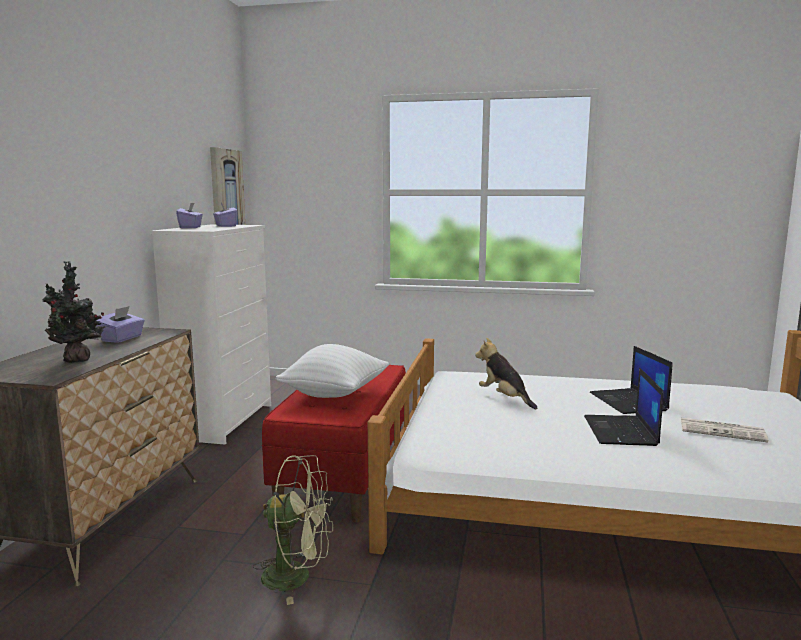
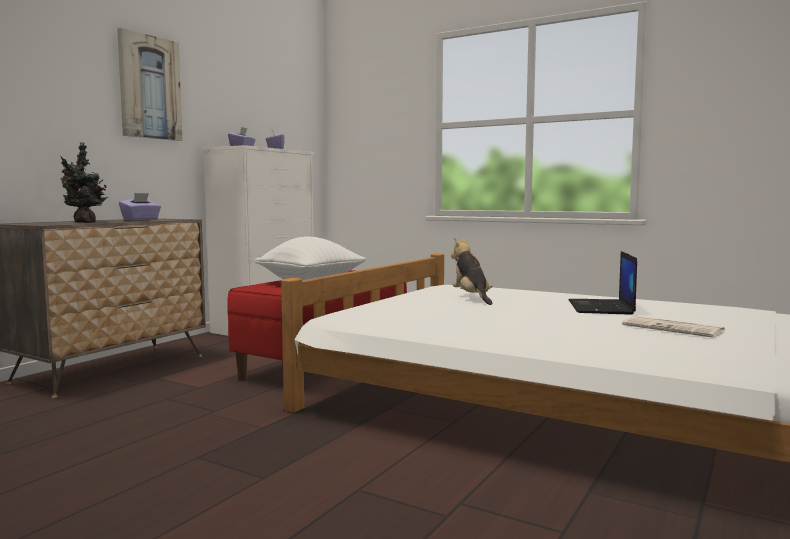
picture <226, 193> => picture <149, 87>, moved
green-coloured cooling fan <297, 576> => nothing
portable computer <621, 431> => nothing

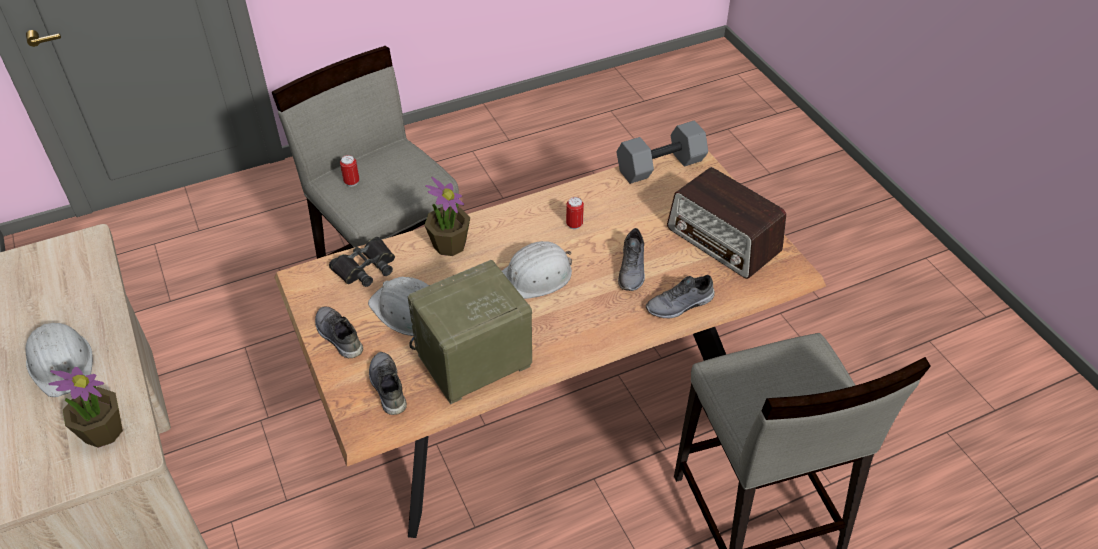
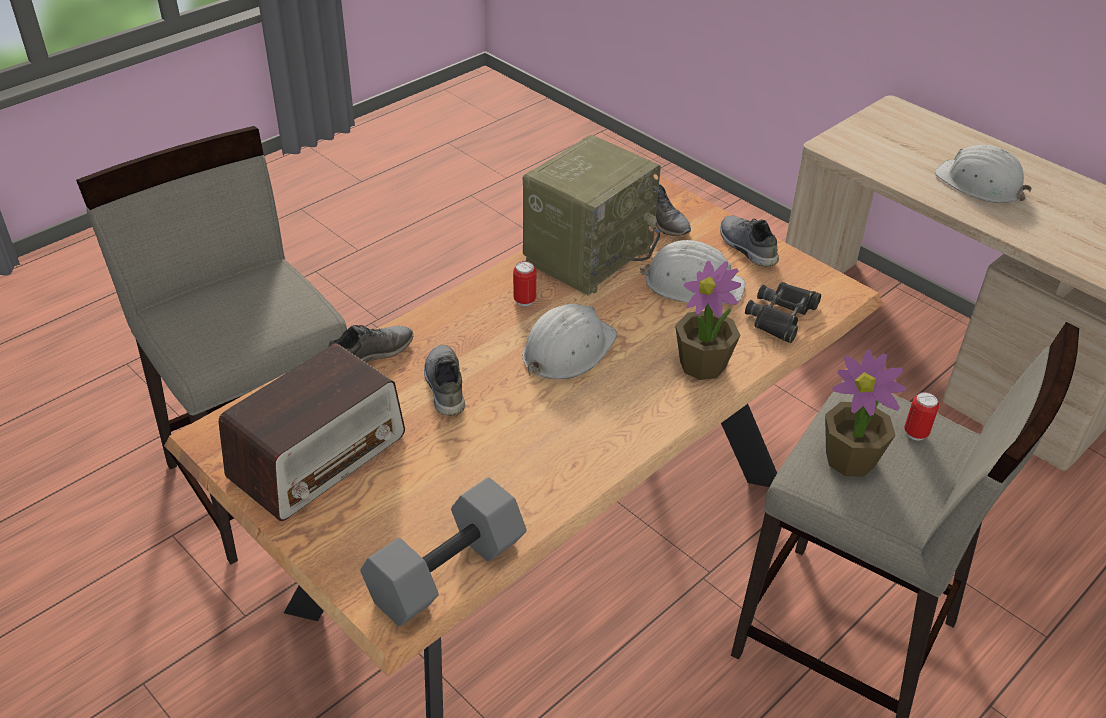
potted plant <102, 431> => potted plant <850, 459>, moved
greyish item of footwear <338, 337> => greyish item of footwear <746, 247>, 150 degrees counterclockwise
can <574, 225> => can <524, 300>, moved
radio receiver <723, 240> => radio receiver <319, 456>, 105 degrees clockwise

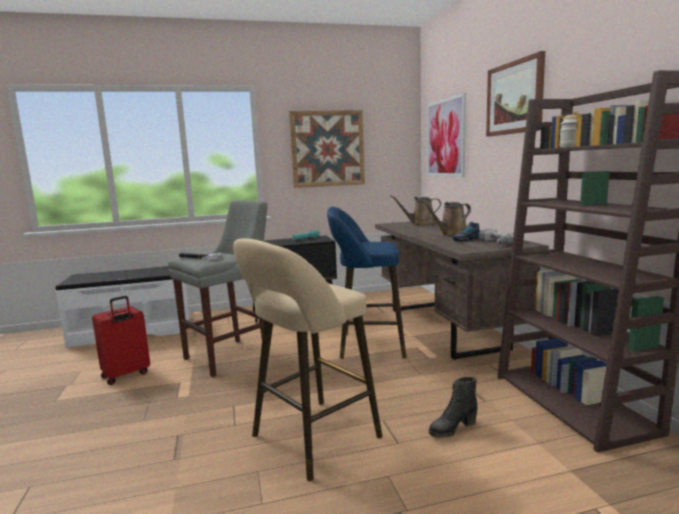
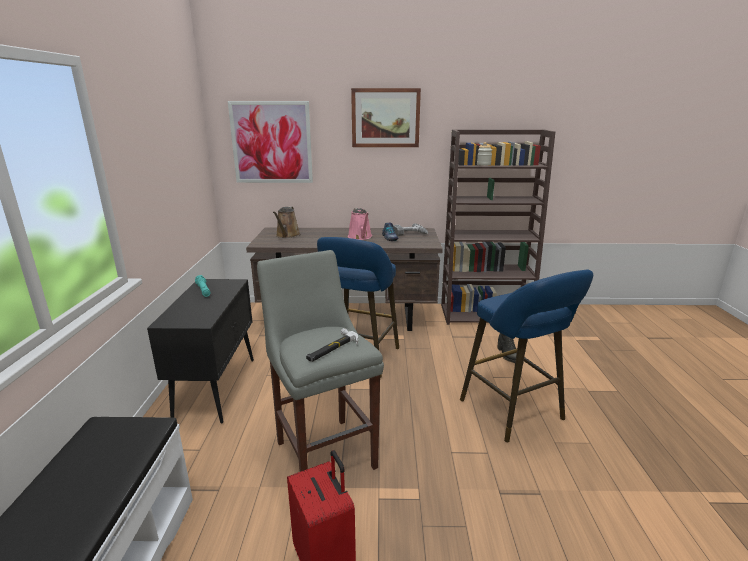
beige-coloured sitting stool <310, 439> => blue sitting stool <515, 412>
picture <327, 149> => nothing
brown watering can <451, 234> => pinkish watering can <360, 237>

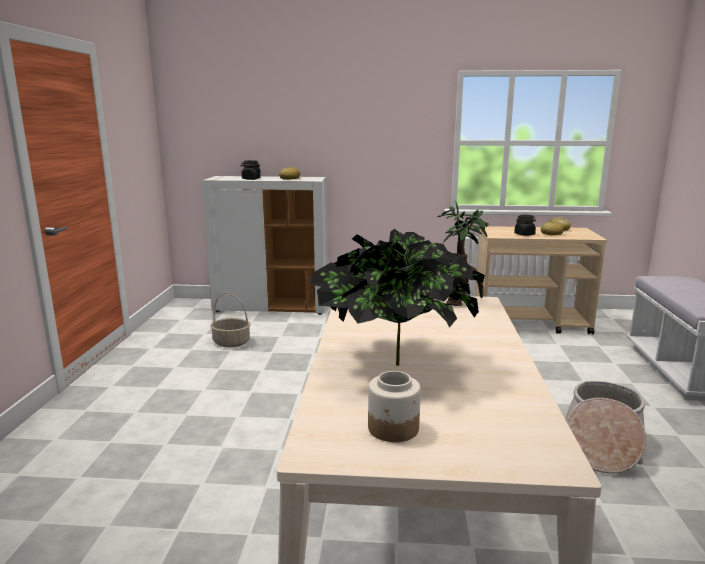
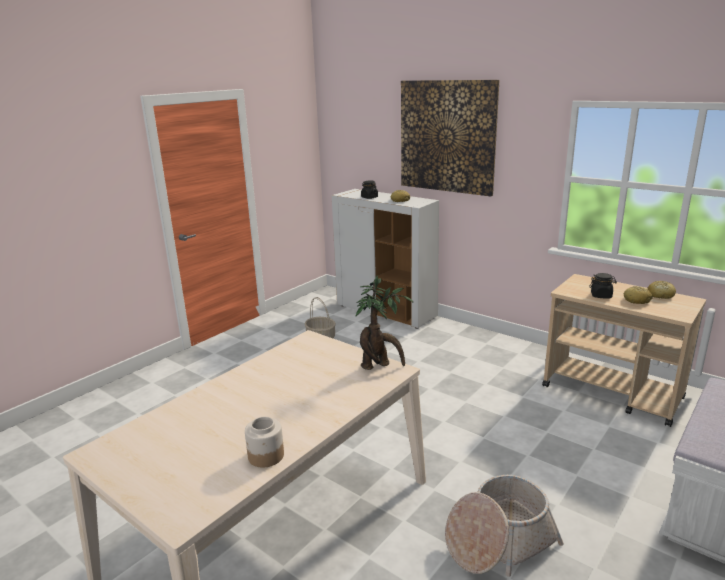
potted plant <393, 364> => nothing
storage jar <393, 428> => storage jar <266, 456>, moved
nothing => picture <447, 136>

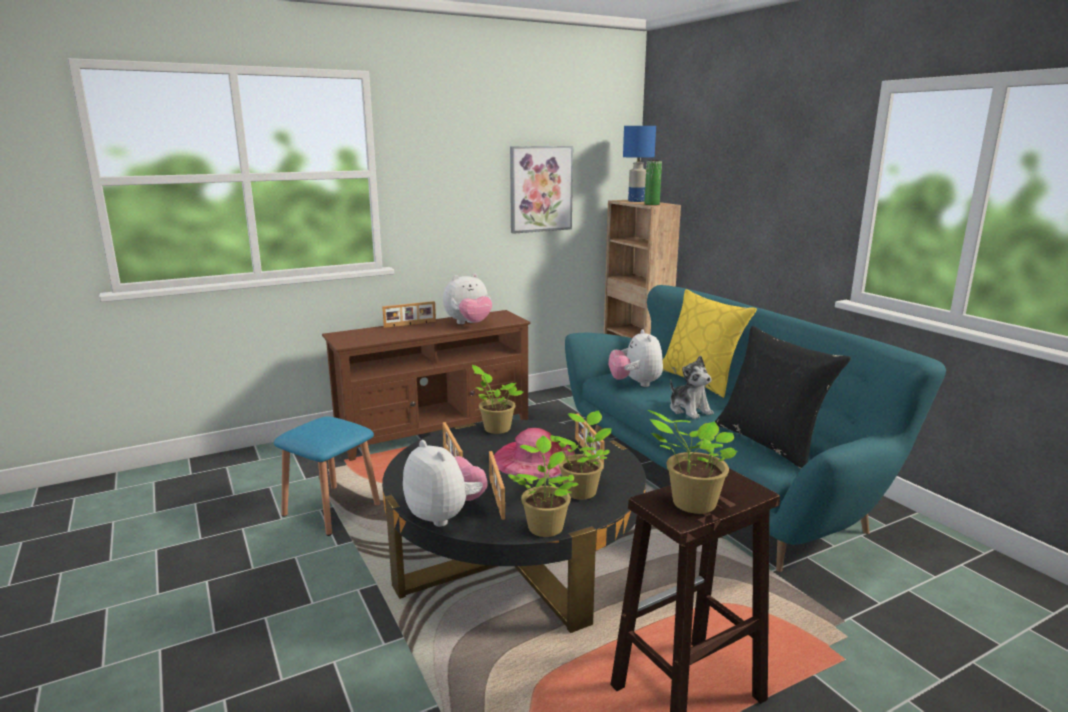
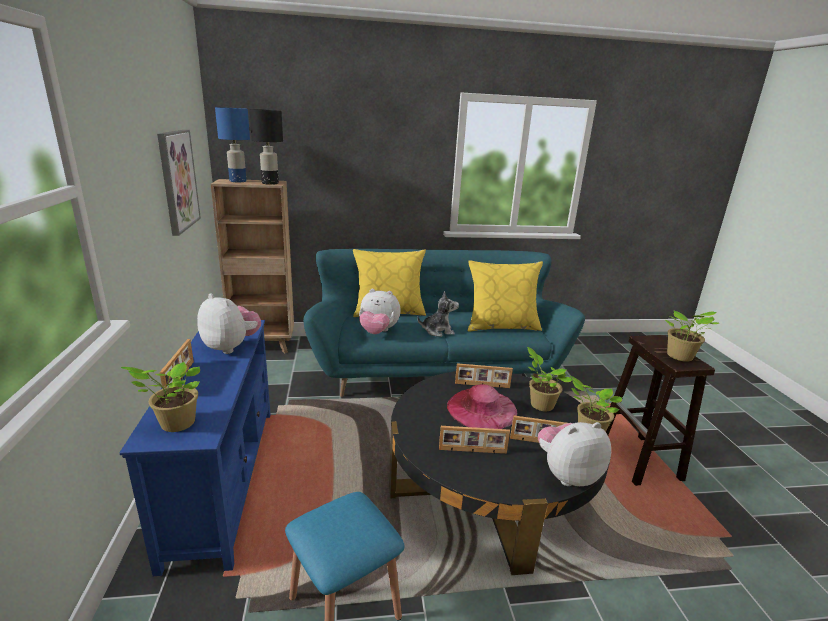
brown tv stand <434, 431> => blue tv stand <223, 479>
plush toy <469, 324> => plush toy <231, 347>, 45 degrees counterclockwise
potted plant <495, 428> => potted plant <175, 424>, moved
green-coloured vase <652, 204> => blackish tabletop lamp <270, 183>
blackish pillow <770, 442> => yellow-coloured pillow <501, 326>

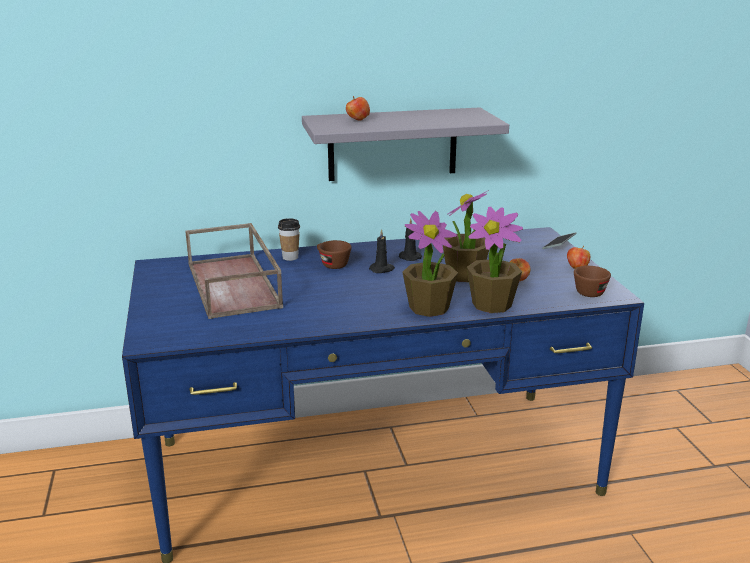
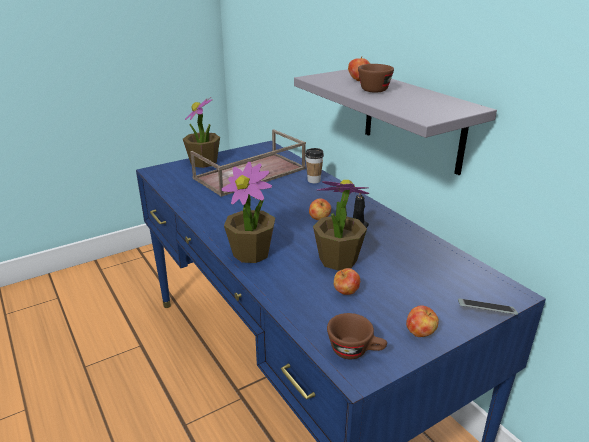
brown small cup <331, 264> => brown small cup <375, 89>, moved
blackish wax light <382, 269> => apple <319, 219>
potted plant <492, 304> => potted plant <203, 162>, moved

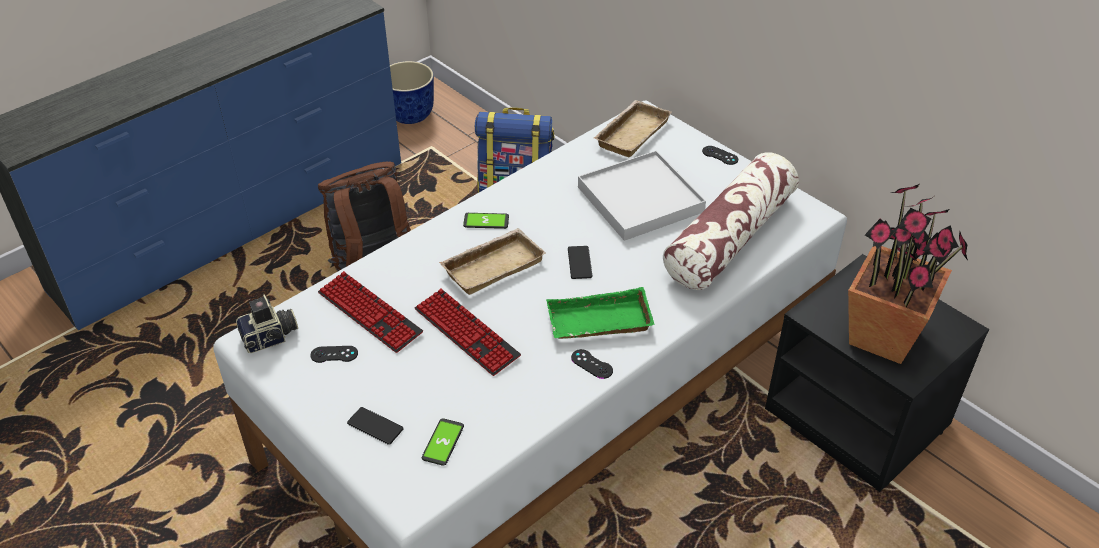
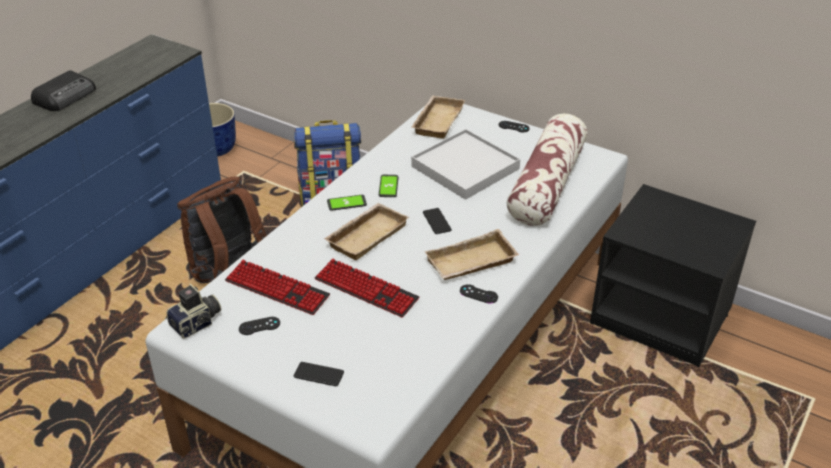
telephone <443, 442> => telephone <388, 186>, moved
green-coloured tray <598, 323> => beige-coloured tray <471, 263>
potted plant <884, 337> => nothing
nothing => radio receiver <66, 96>

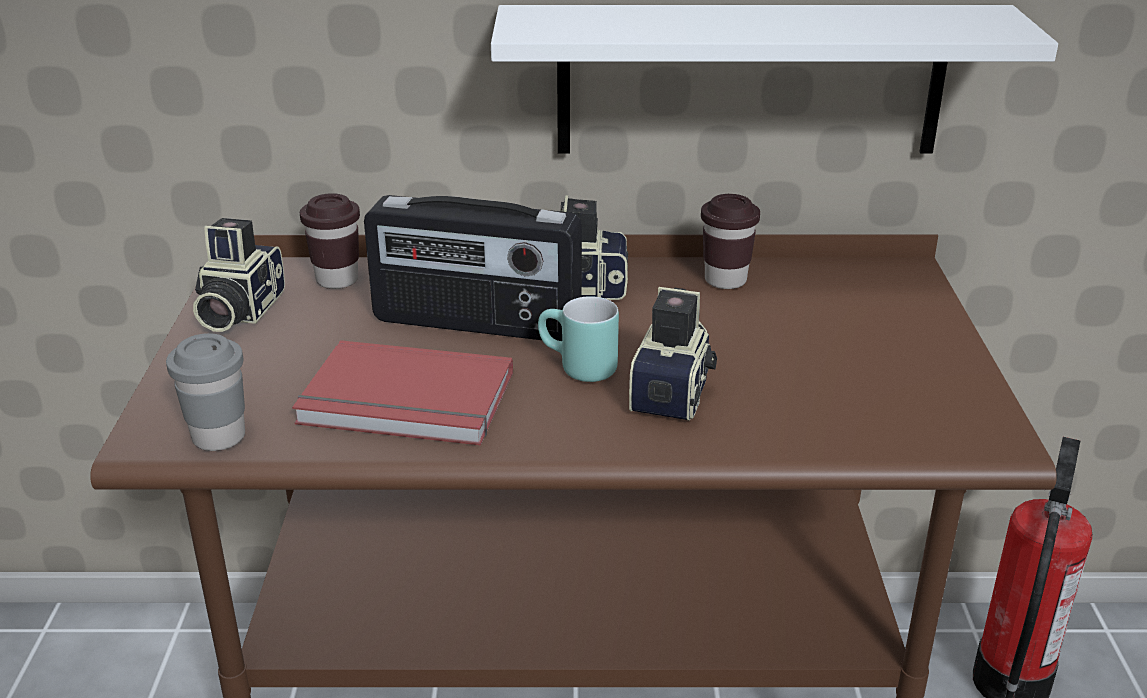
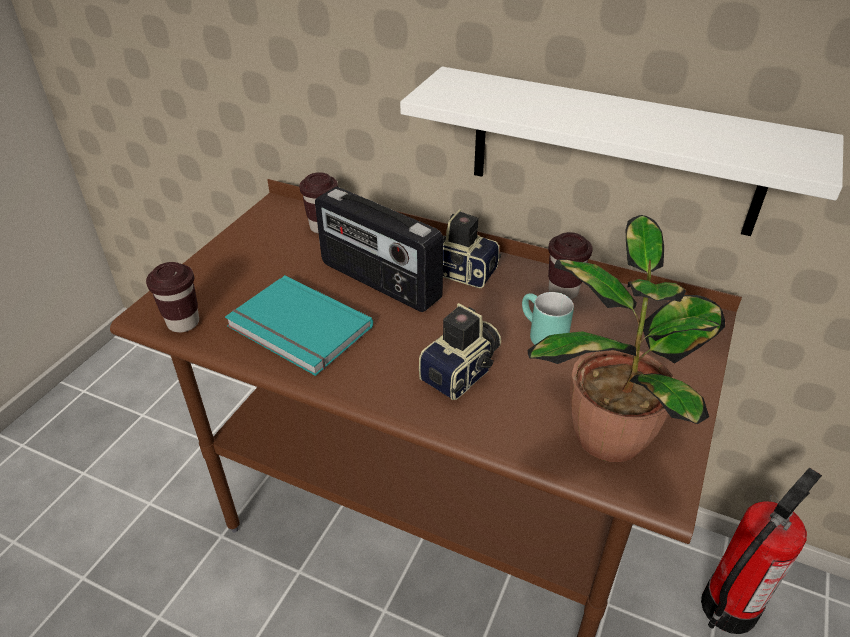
greyish small cup <219, 437> => brown small cup <183, 323>
photo camera <238, 311> => nothing
red-coloured book <406, 402> => blue-green book <297, 329>
blue-green coffee mug <576, 369> => blue-green coffee mug <540, 337>, moved
nothing => potted plant <608, 431>

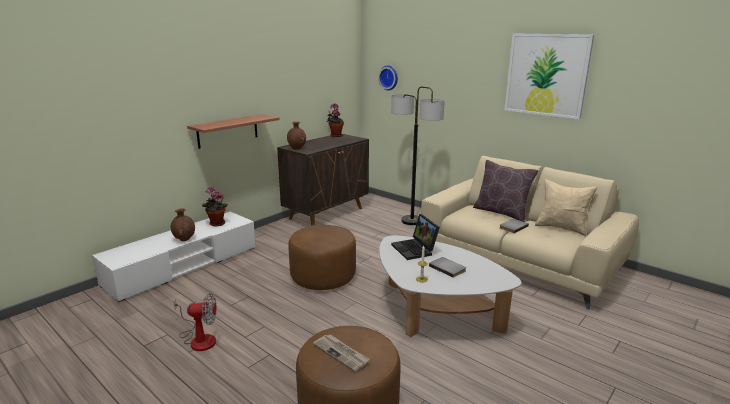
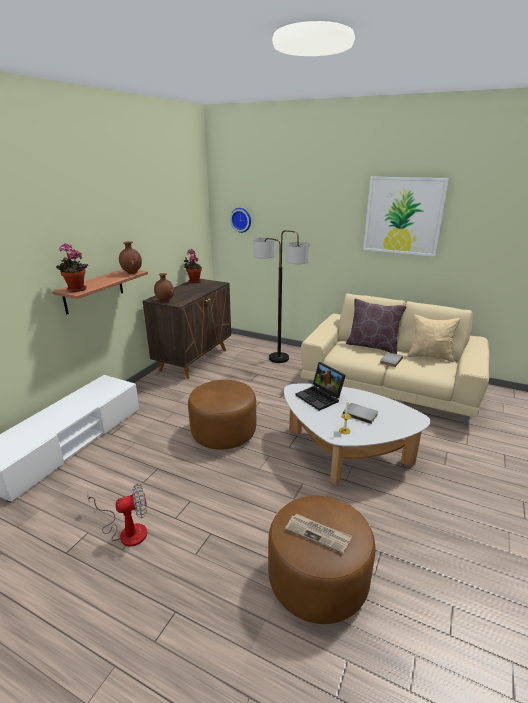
brown vase <184, 239> => brown vase <132, 273>, moved
potted plant <216, 224> => potted plant <75, 290>, moved

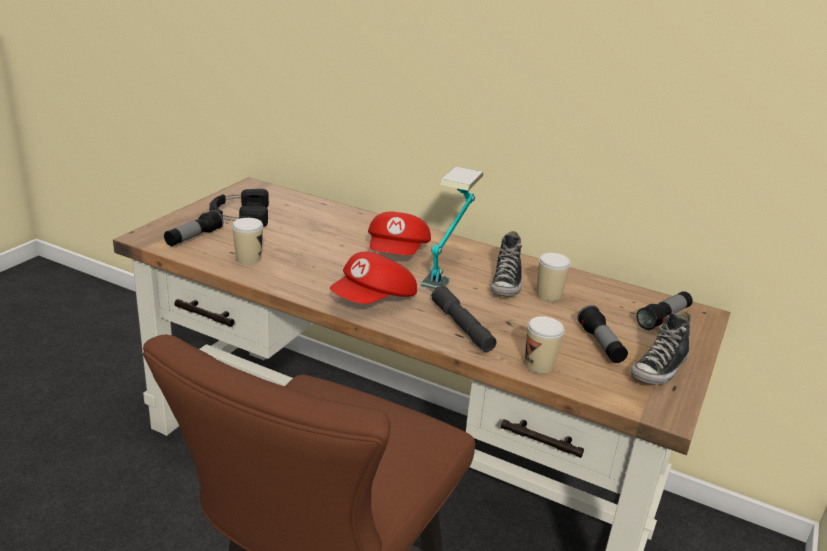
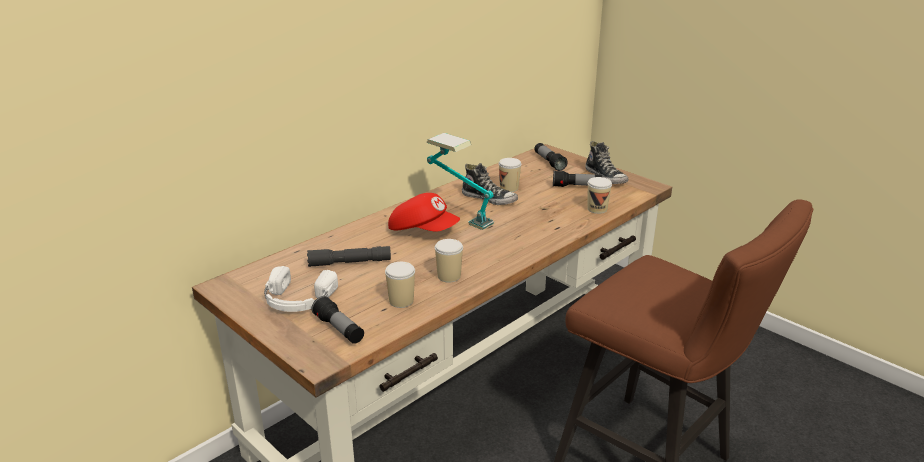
blackish headset <239, 215> => white headset <297, 299>
red-coloured cap <374, 300> => nothing
greyish flashlight <462, 326> => greyish flashlight <350, 262>, moved
nothing => small cup <449, 276>

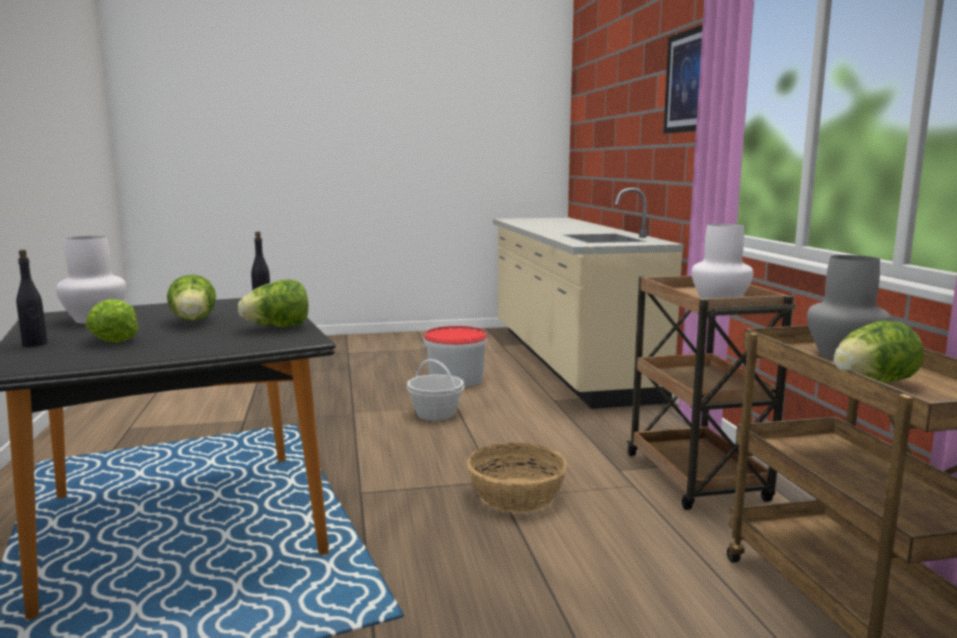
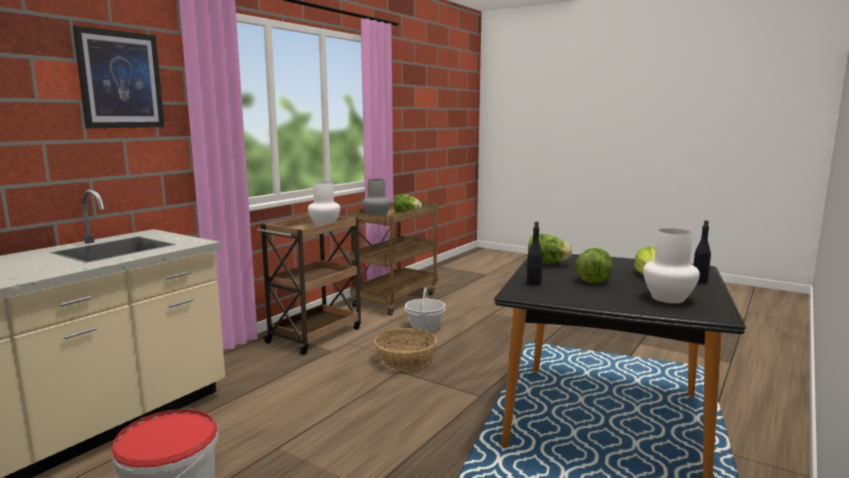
storage basket <435, 414> => storage basket <425, 327>, moved

